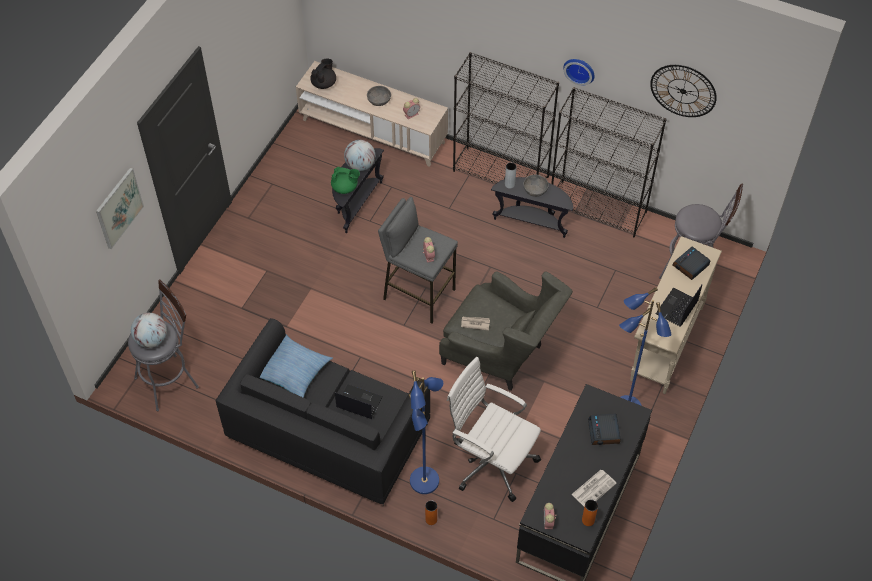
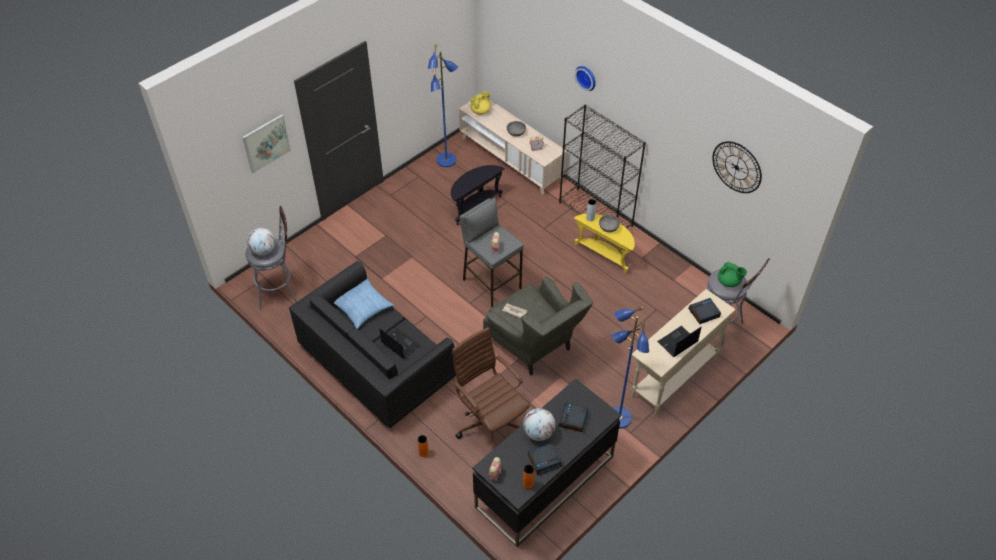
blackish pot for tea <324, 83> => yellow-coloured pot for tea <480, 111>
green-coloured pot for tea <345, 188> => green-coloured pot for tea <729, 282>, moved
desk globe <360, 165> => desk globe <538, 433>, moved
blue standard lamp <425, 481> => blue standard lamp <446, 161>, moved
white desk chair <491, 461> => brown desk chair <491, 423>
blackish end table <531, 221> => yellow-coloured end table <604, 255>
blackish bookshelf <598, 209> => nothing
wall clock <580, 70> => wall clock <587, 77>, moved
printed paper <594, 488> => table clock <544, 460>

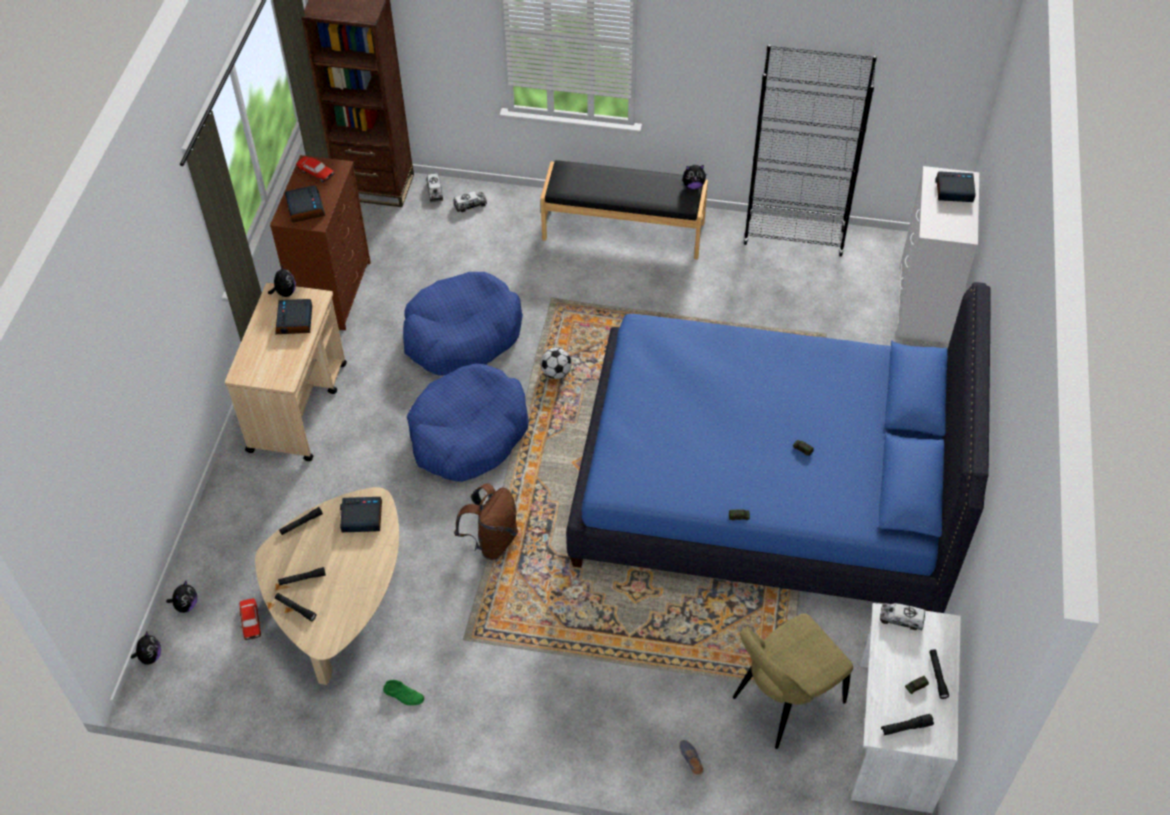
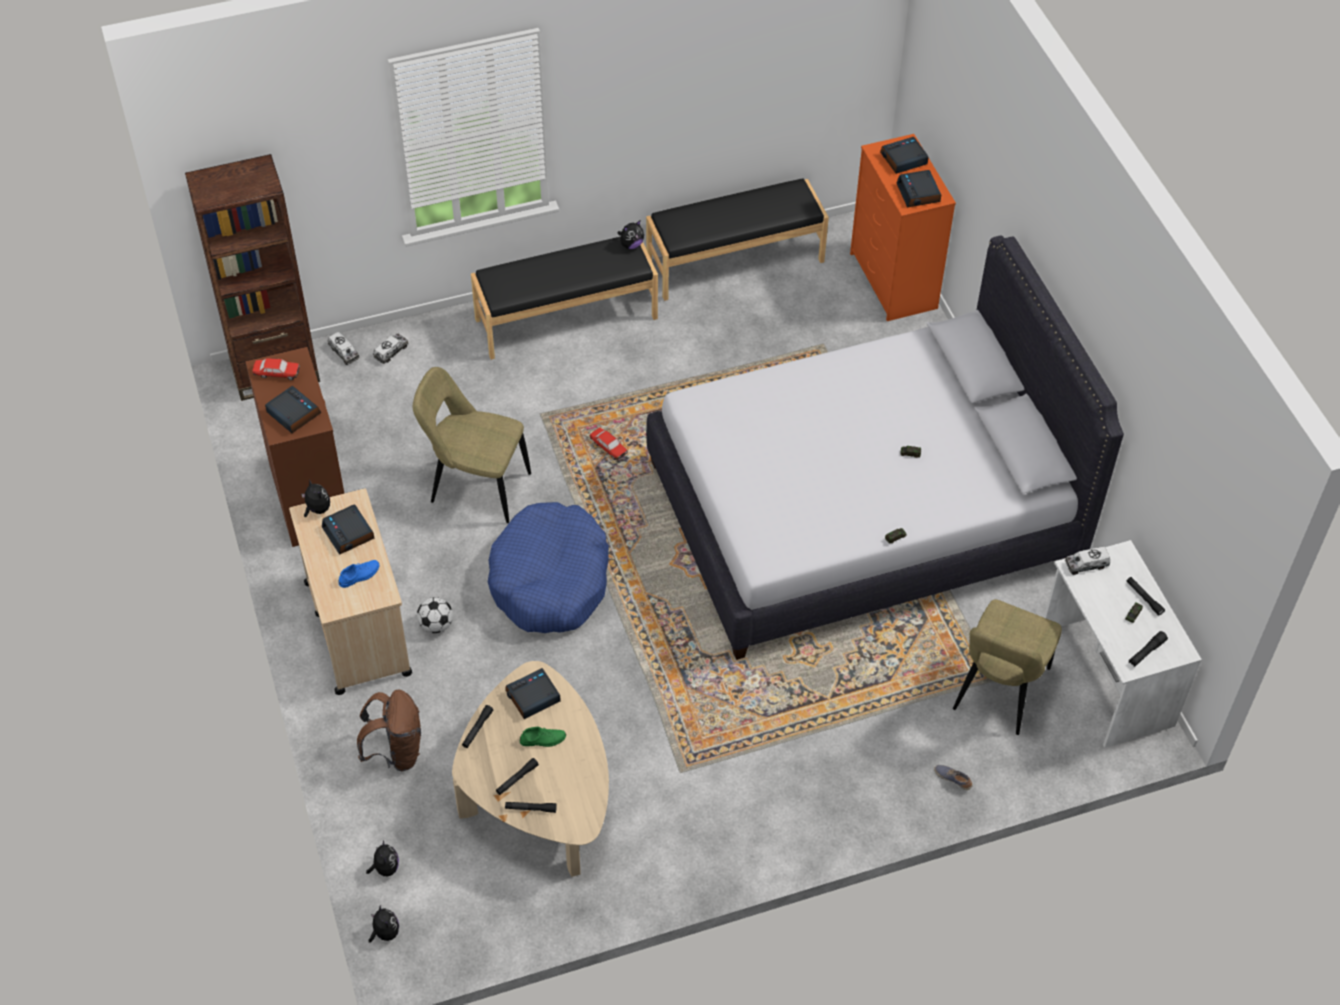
toy car <251, 622> => toy car <608, 447>, moved
green-coloured item of footwear <403, 695> => green-coloured item of footwear <543, 739>, moved
blue dog cushion <462, 335> => beige-coloured plain chair <476, 487>
brown backpack <492, 541> => brown backpack <396, 752>, moved
football ball <556, 373> => football ball <436, 625>, moved
blue bed <765, 488> => white bed <861, 511>
blackish bookshelf <794, 237> => blackish long seat <734, 261>
white dresser <923, 305> => orange-coloured dresser <894, 281>
nothing => blue item of footwear <359, 575>
nothing => table clock <919, 193>

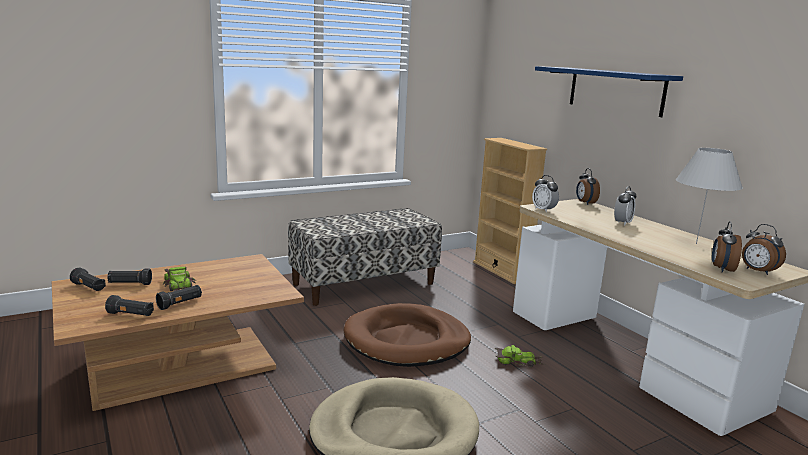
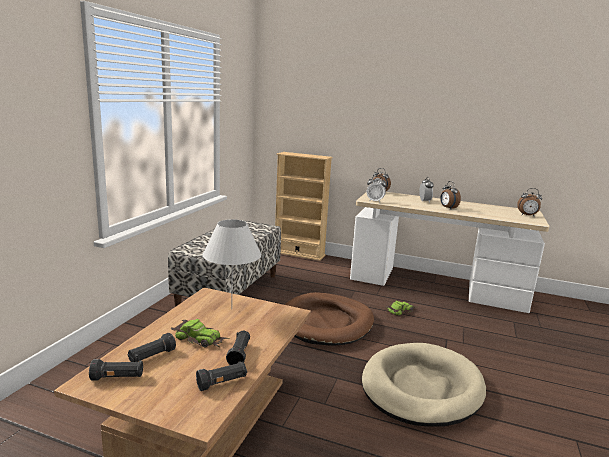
blue shelf <615, 90> => nothing
white tabletop lamp <696, 243> => white tabletop lamp <231, 309>, moved
table clock <721, 269> => table clock <447, 208>, moved

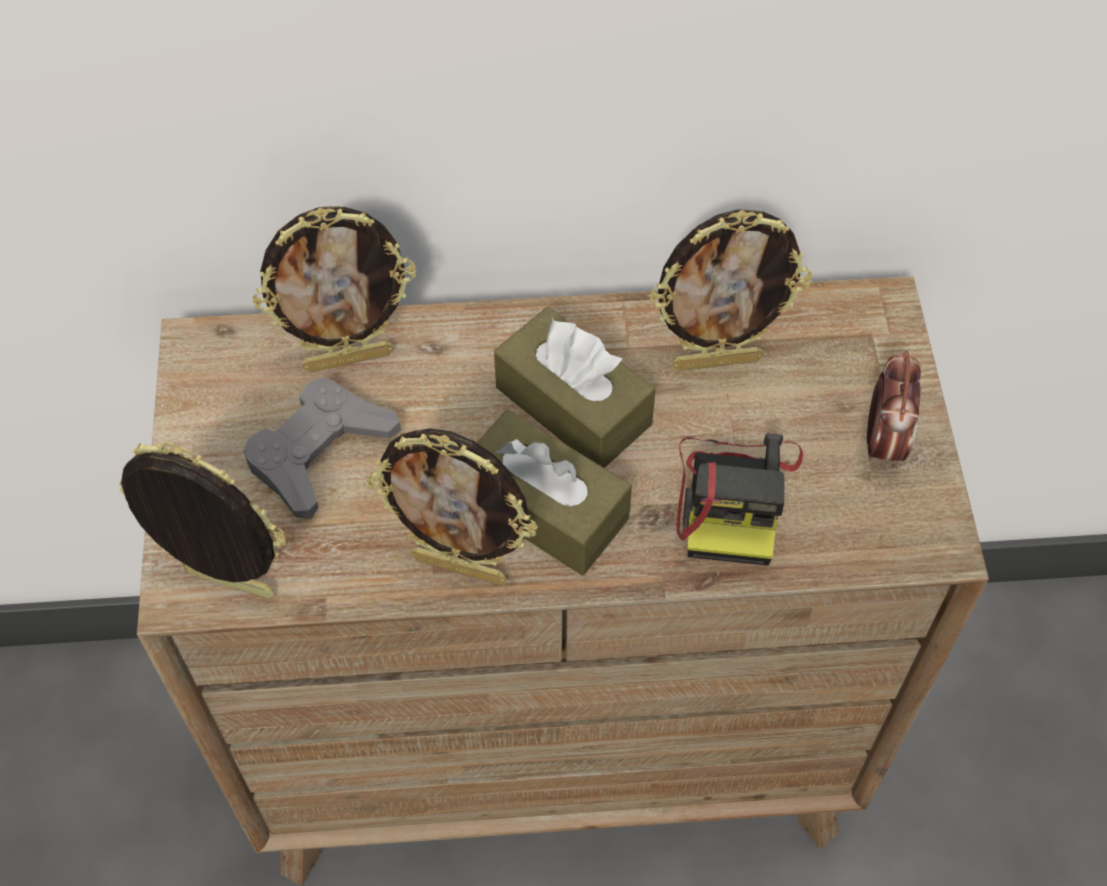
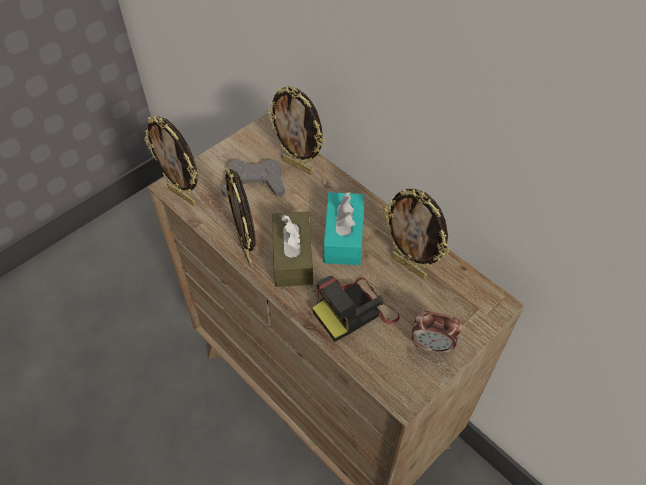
picture frame <226, 586> => picture frame <183, 195>, 150 degrees clockwise
brown tissue holder <573, 406> => blue-green tissue holder <343, 237>
table clock <883, 442> => table clock <431, 345>, 45 degrees clockwise

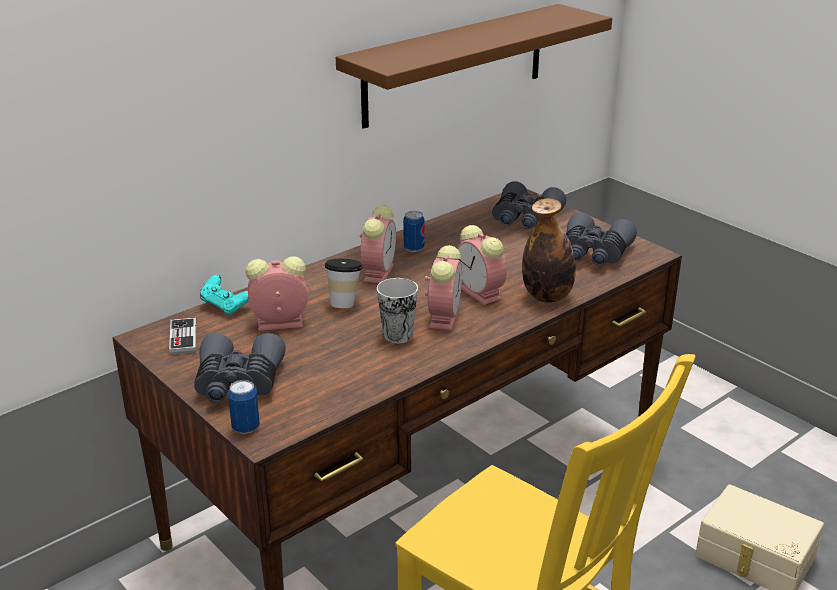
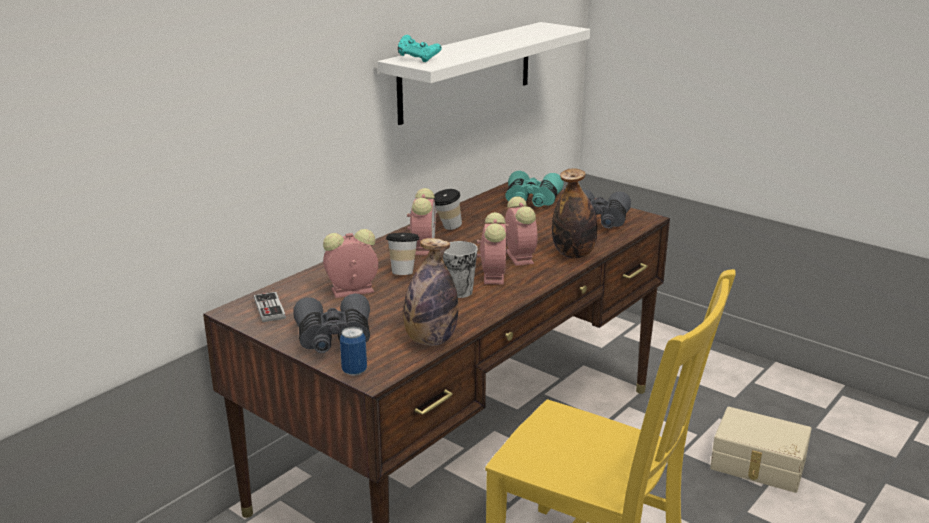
blue-green joypad <225, 306> => blue-green joypad <418, 59>, moved
brown shelf <455, 65> => white shelf <466, 71>
can <414, 248> => small cup <446, 228>
table clock <482, 294> => table clock <518, 256>, 150 degrees counterclockwise
greyish pair of binoculars <525, 219> => blue-green pair of binoculars <532, 201>
nothing => beverage bottle <430, 340>

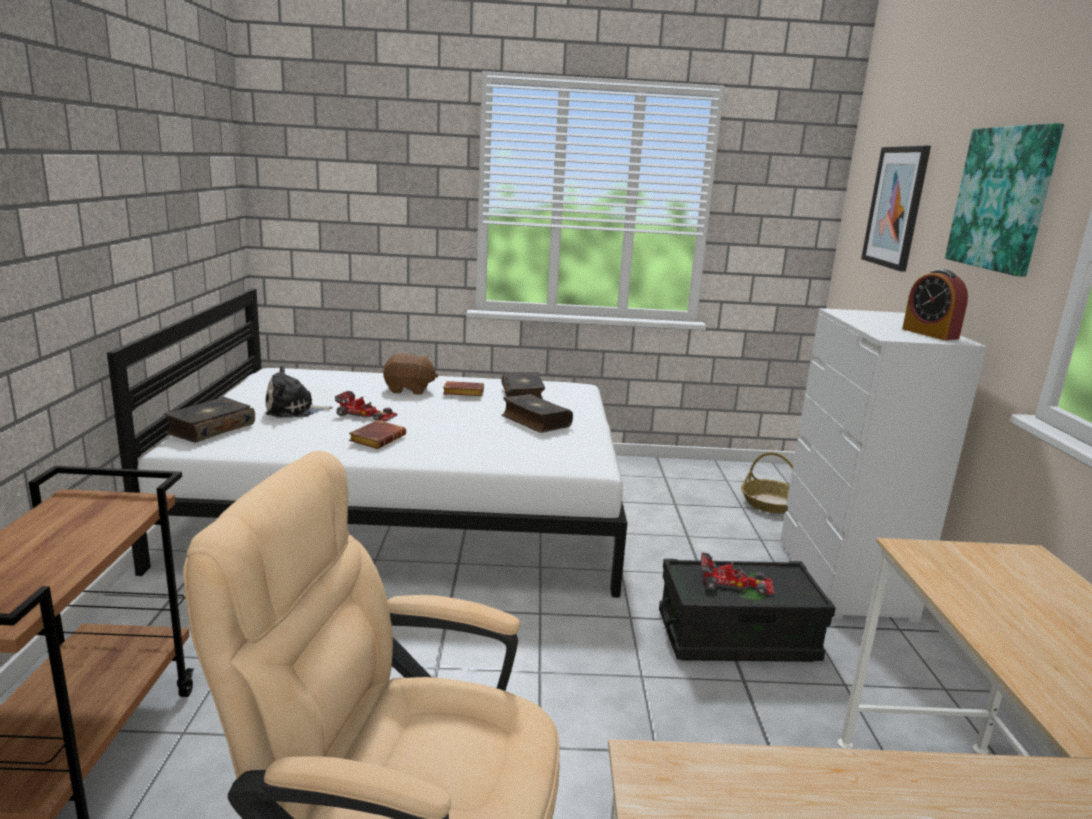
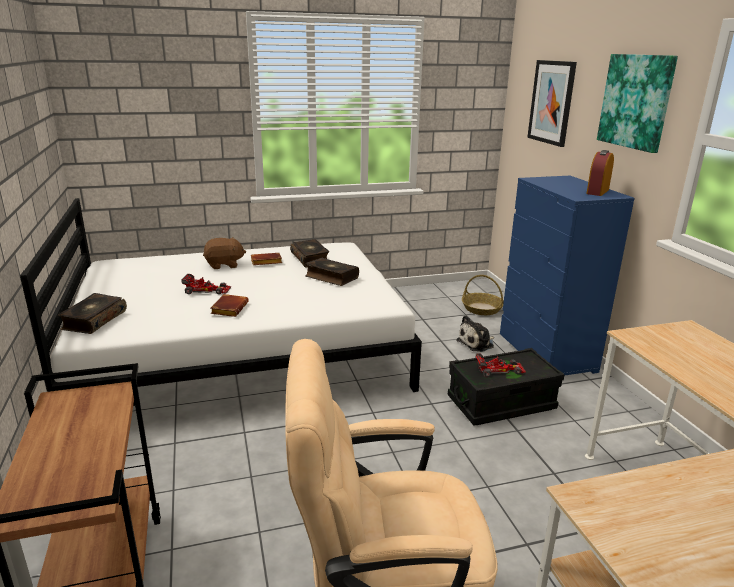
plush toy <294, 410> => plush toy <477, 343>, moved
white dresser <844, 580> => blue dresser <546, 353>
table clock <930, 334> => table clock <597, 192>, 75 degrees clockwise

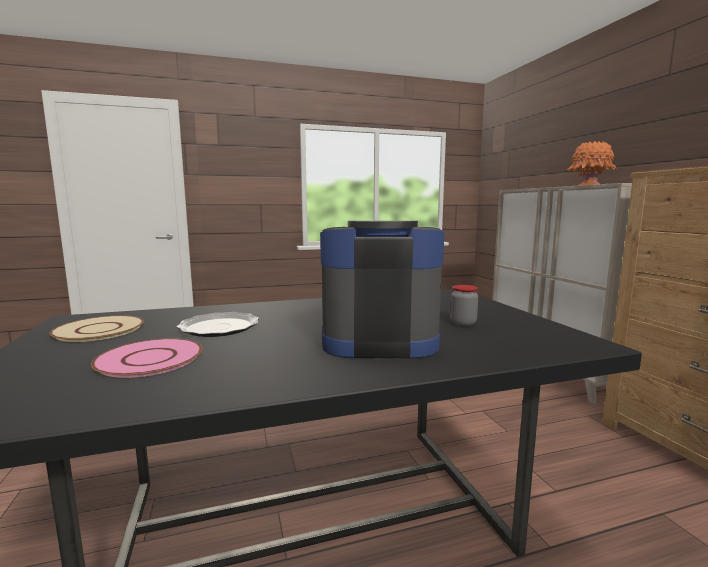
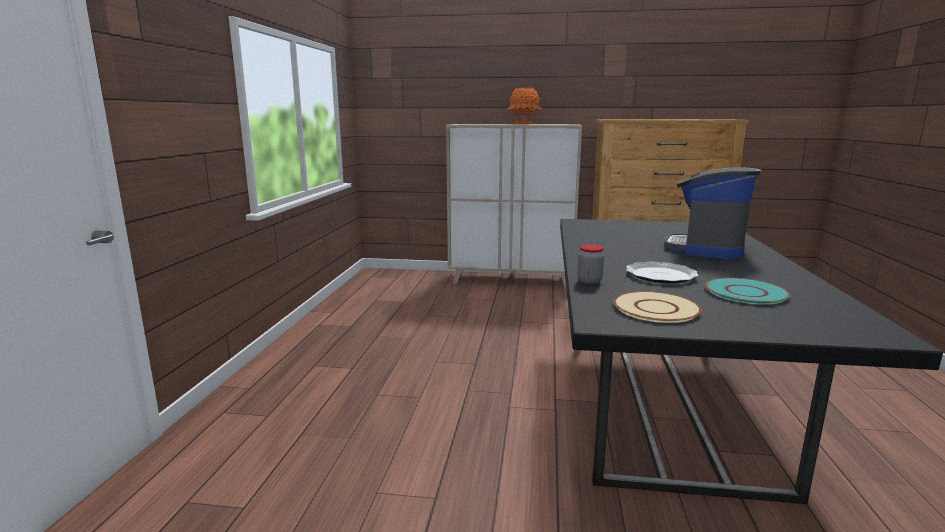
pinkish dinner plate <150, 359> => blue-green dinner plate <746, 292>
storage jar <463, 323> => storage jar <589, 281>, moved

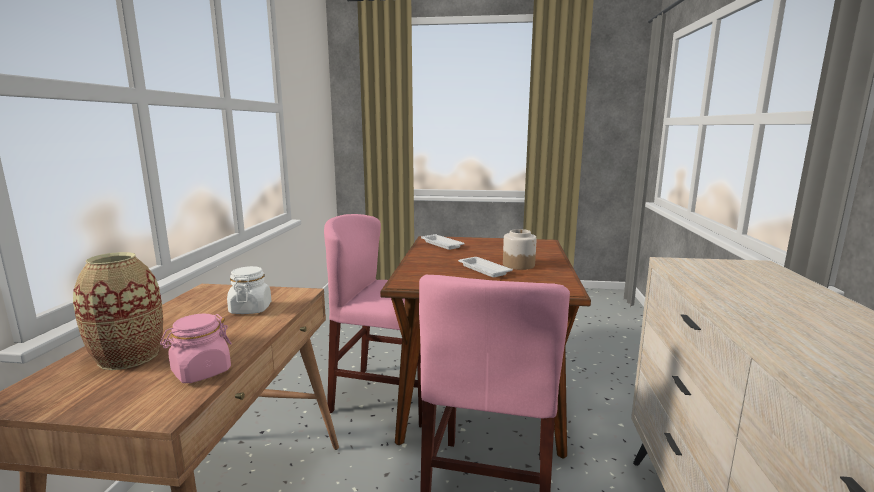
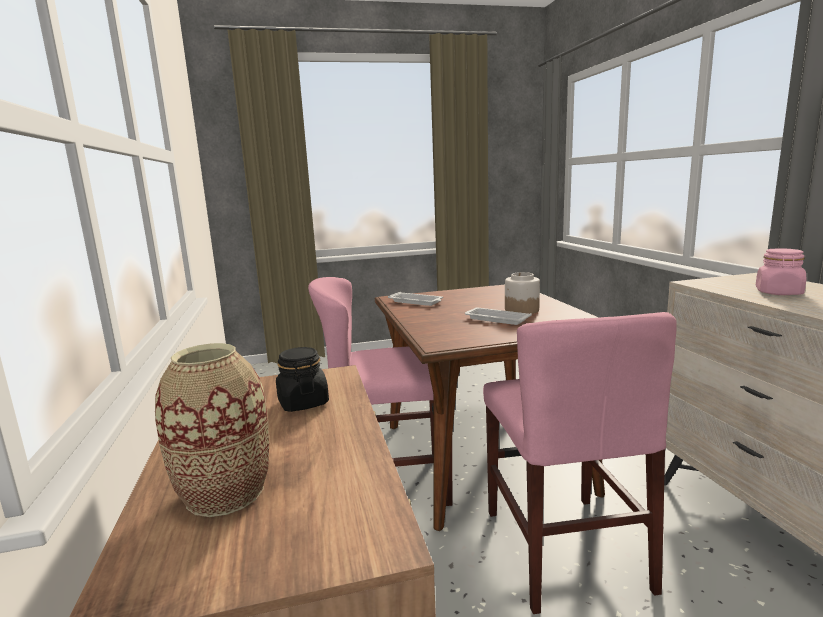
pinkish storage jar <201, 372> => pinkish storage jar <778, 293>, moved
white storage jar <250, 309> => blackish storage jar <303, 402>

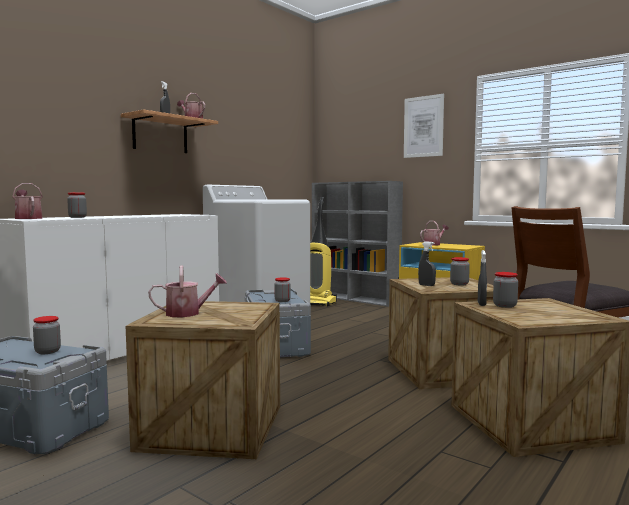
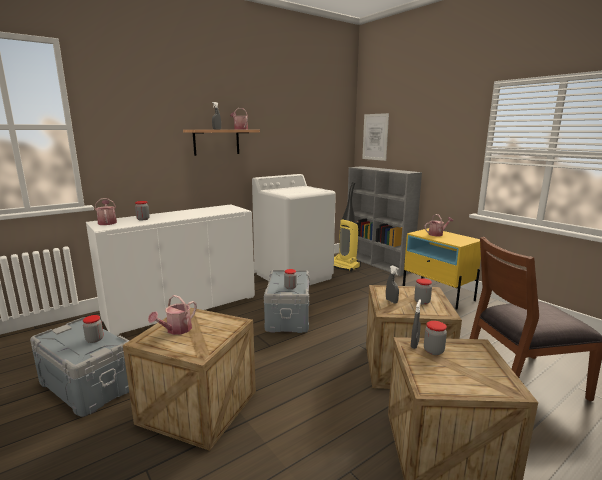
watering can <188, 313> => watering can <176, 330>, 120 degrees clockwise
picture <423, 126> => picture <375, 137>, moved

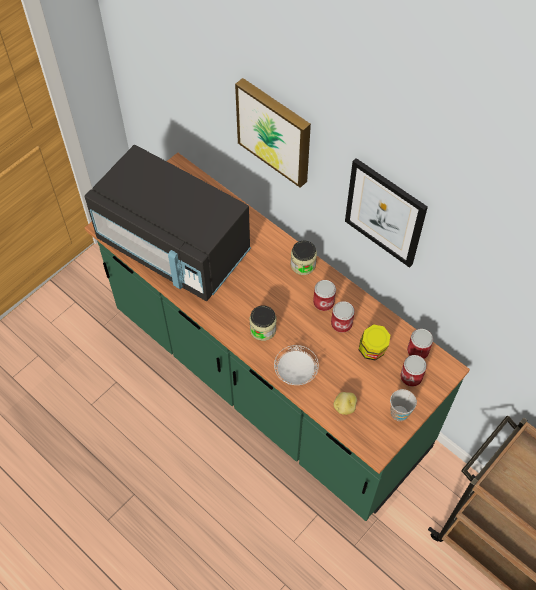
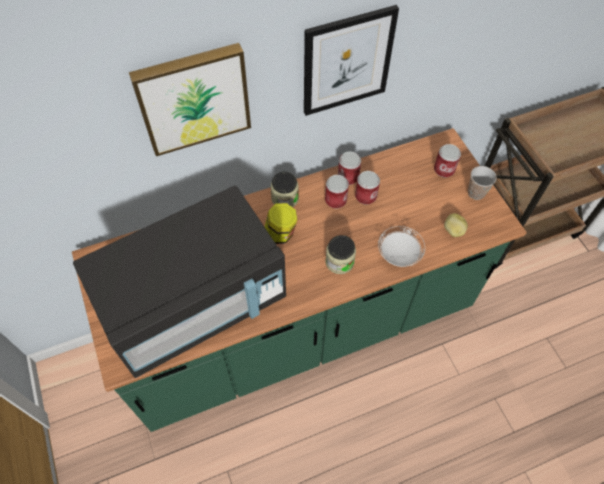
storage jar <372, 351> => storage jar <280, 234>, moved
can <418, 351> => can <348, 177>, moved

